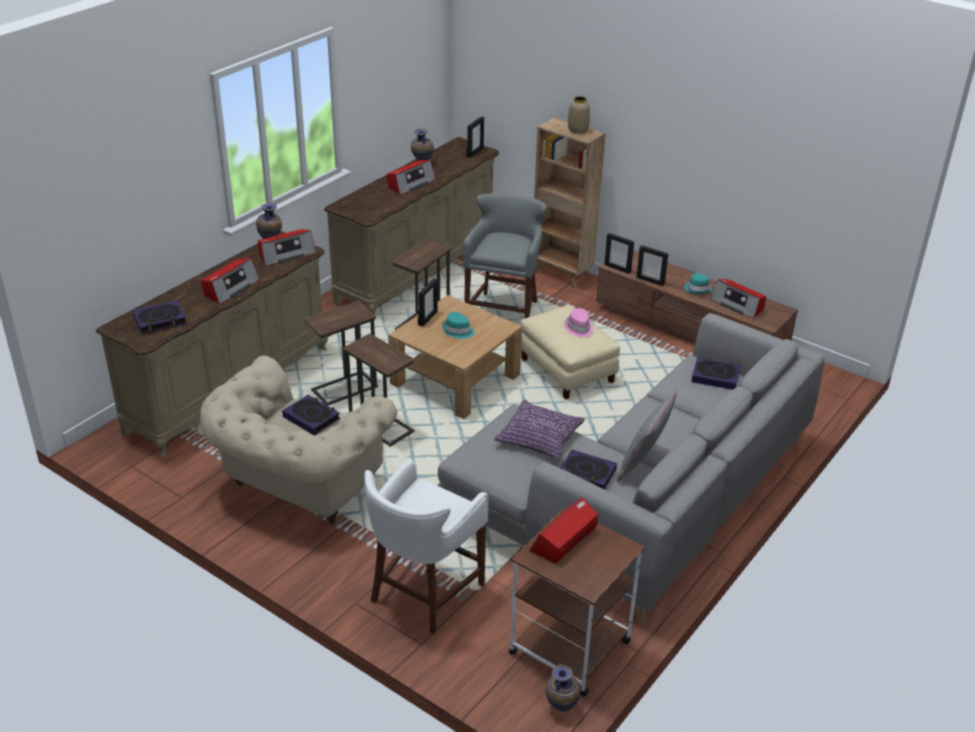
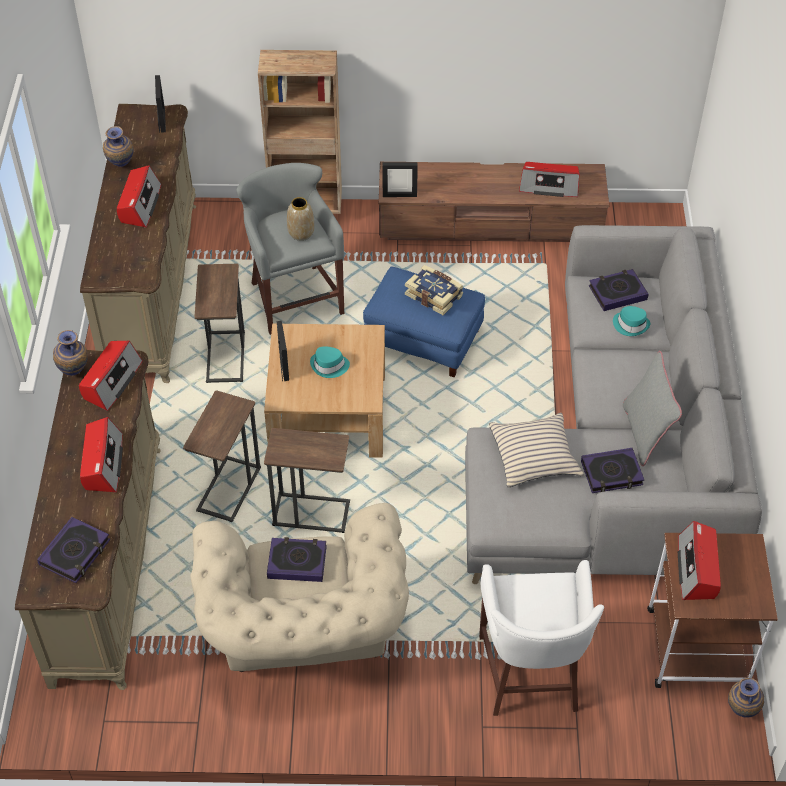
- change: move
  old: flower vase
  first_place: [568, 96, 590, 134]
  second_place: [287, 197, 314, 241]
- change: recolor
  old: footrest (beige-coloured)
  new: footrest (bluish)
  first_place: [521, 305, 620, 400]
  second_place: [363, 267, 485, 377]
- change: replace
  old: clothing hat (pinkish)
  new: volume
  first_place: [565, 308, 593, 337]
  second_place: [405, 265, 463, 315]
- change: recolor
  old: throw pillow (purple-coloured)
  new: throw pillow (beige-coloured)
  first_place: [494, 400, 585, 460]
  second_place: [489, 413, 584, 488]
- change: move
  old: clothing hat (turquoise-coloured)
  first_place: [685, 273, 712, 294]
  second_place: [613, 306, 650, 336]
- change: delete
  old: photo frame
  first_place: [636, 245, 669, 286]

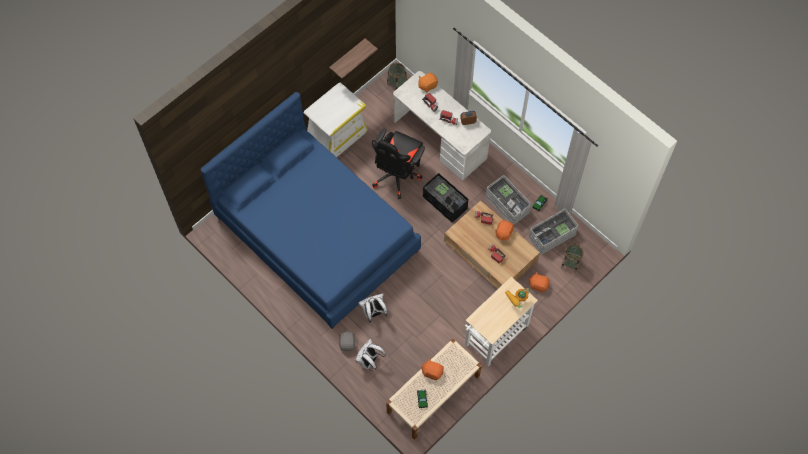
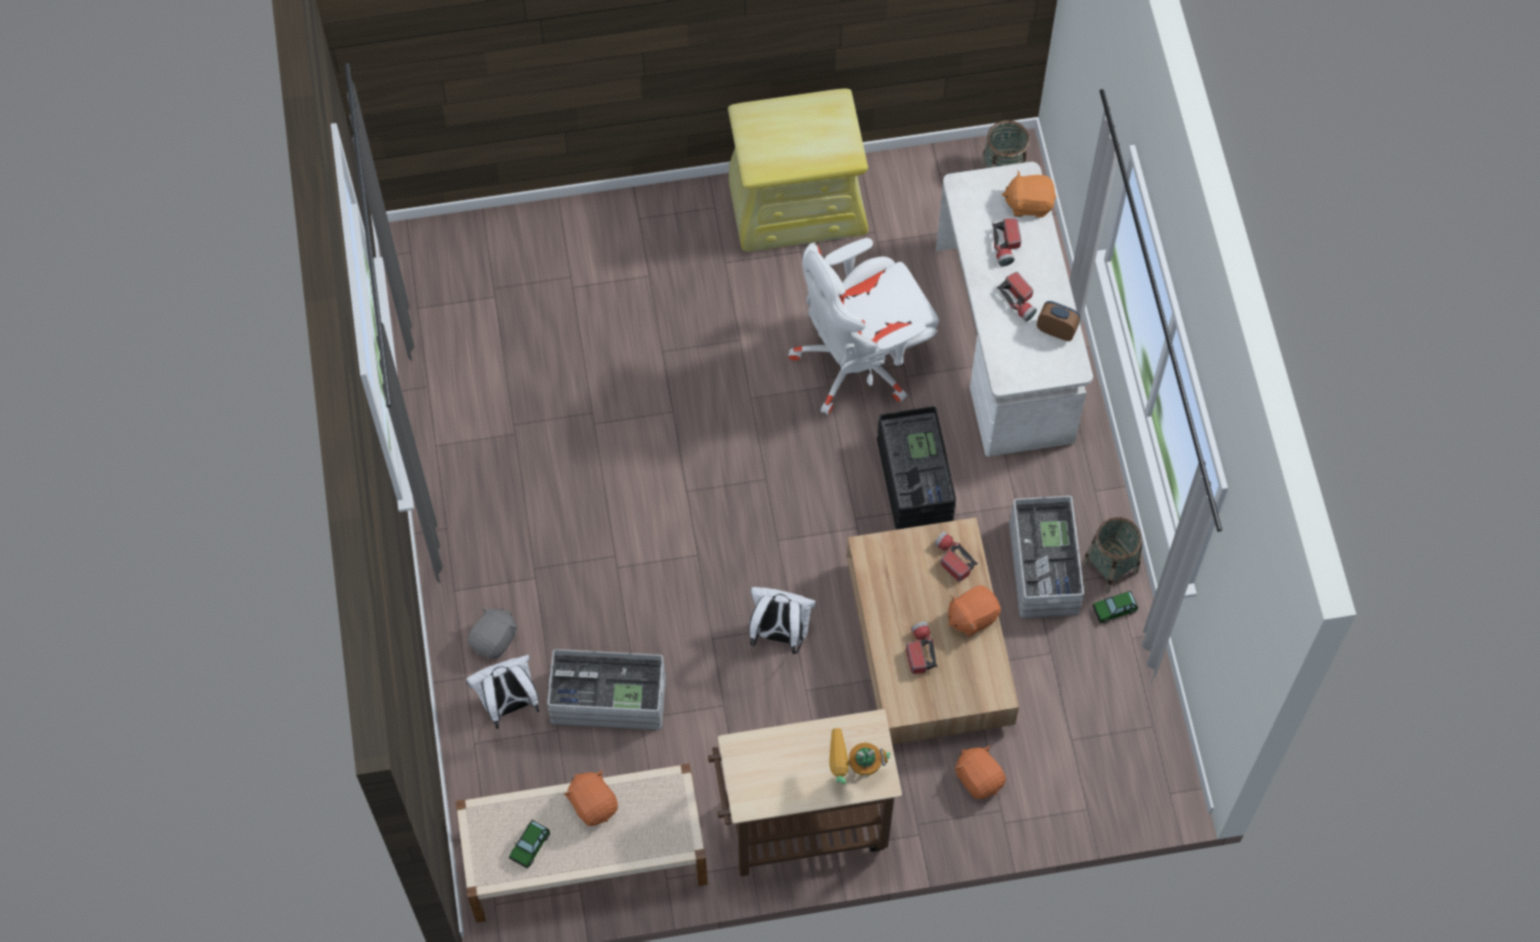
- change: move
  old: storage box (greyish)
  first_place: [528, 209, 578, 255]
  second_place: [547, 649, 666, 730]
- change: recolor
  old: wheeled cart (whitish)
  new: wheeled cart (brown-coloured)
  first_place: [465, 277, 538, 366]
  second_place: [708, 709, 902, 876]
- change: recolor
  old: bedside table (whitish)
  new: bedside table (yellow-coloured)
  first_place: [303, 83, 368, 157]
  second_place: [728, 88, 868, 252]
- change: move
  old: rucksack (whitish)
  first_place: [358, 294, 387, 323]
  second_place: [749, 587, 816, 654]
- change: recolor
  old: desk chair (black)
  new: desk chair (whitish)
  first_place: [372, 129, 425, 199]
  second_place: [788, 238, 939, 415]
- change: move
  old: storage basket
  first_place: [561, 244, 584, 273]
  second_place: [1082, 517, 1142, 593]
- change: delete
  old: bedroom bed (bluish)
  first_place: [201, 92, 421, 329]
- change: delete
  old: wall shelf
  first_place: [329, 38, 378, 79]

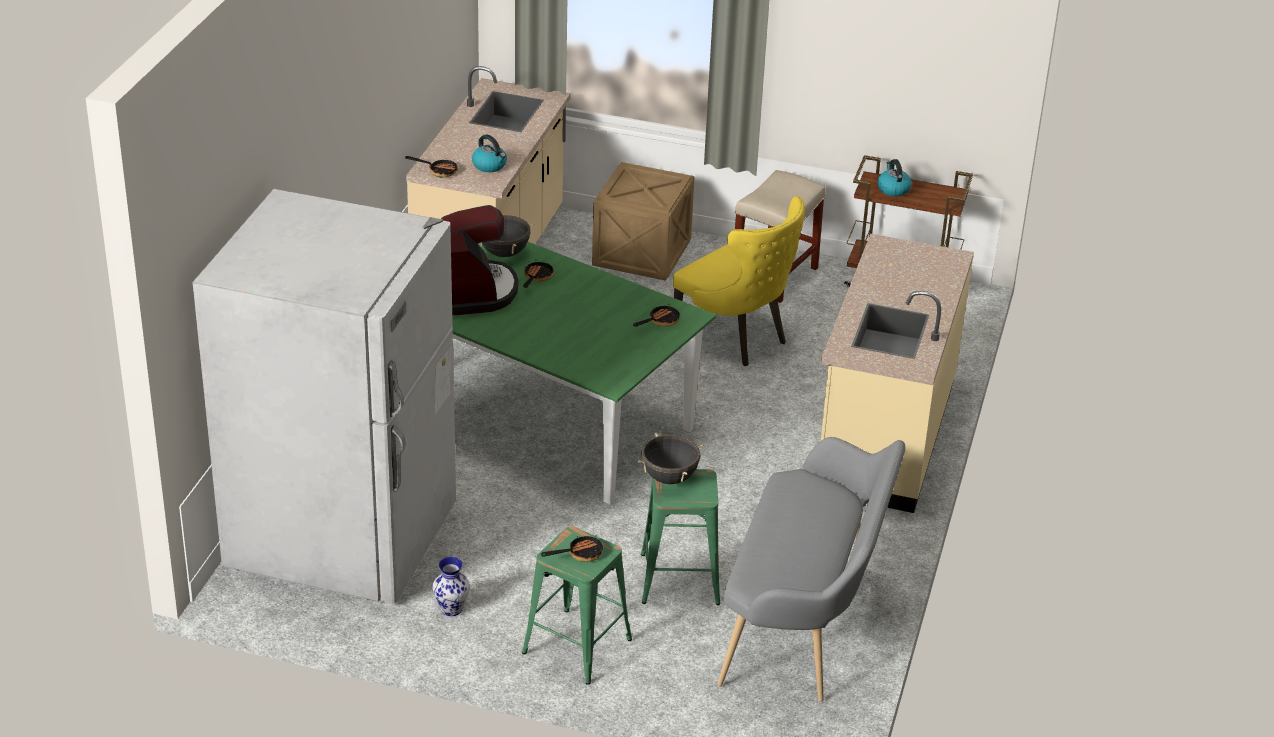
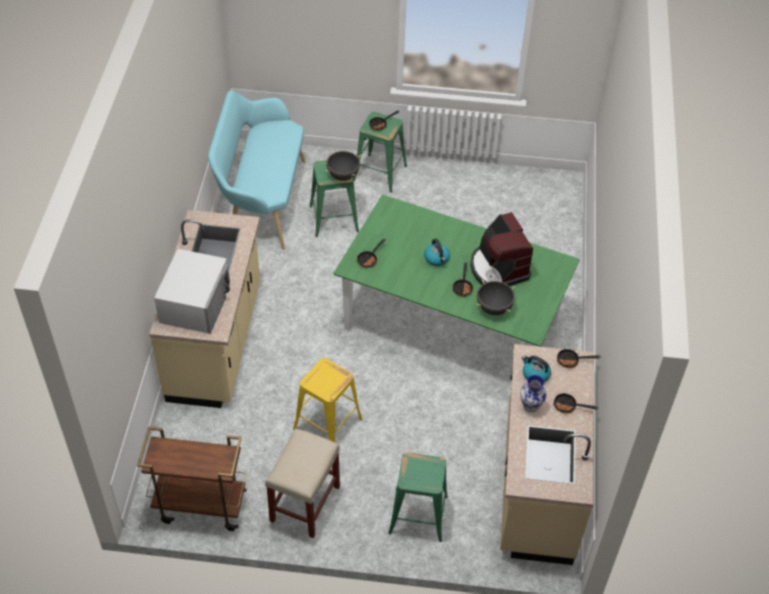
- change: insert
  new: microwave oven (whitish)
  second_place: [154, 249, 230, 334]
- change: recolor
  old: long seat (greyish)
  new: long seat (turquoise-coloured)
  first_place: [718, 437, 905, 701]
  second_place: [208, 90, 305, 250]
- change: replace
  old: chair (yellow-coloured)
  new: sitting stool (yellow-coloured)
  first_place: [673, 196, 805, 366]
  second_place: [293, 358, 362, 443]
- change: replace
  old: shipping crate
  new: sitting stool (greenish)
  first_place: [592, 162, 695, 281]
  second_place: [388, 453, 448, 542]
- change: move
  old: kettle
  first_place: [877, 159, 912, 196]
  second_place: [424, 239, 450, 266]
- change: move
  old: flower vase
  first_place: [432, 557, 470, 616]
  second_place: [520, 375, 547, 412]
- change: insert
  new: frying pan
  second_place: [553, 393, 598, 414]
- change: delete
  old: kitchen fridge (whitish)
  first_place: [193, 189, 456, 604]

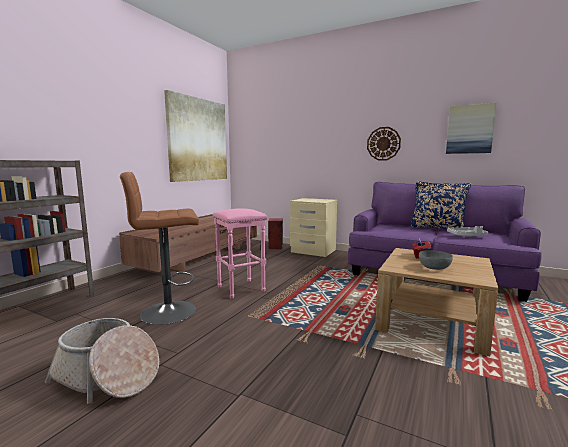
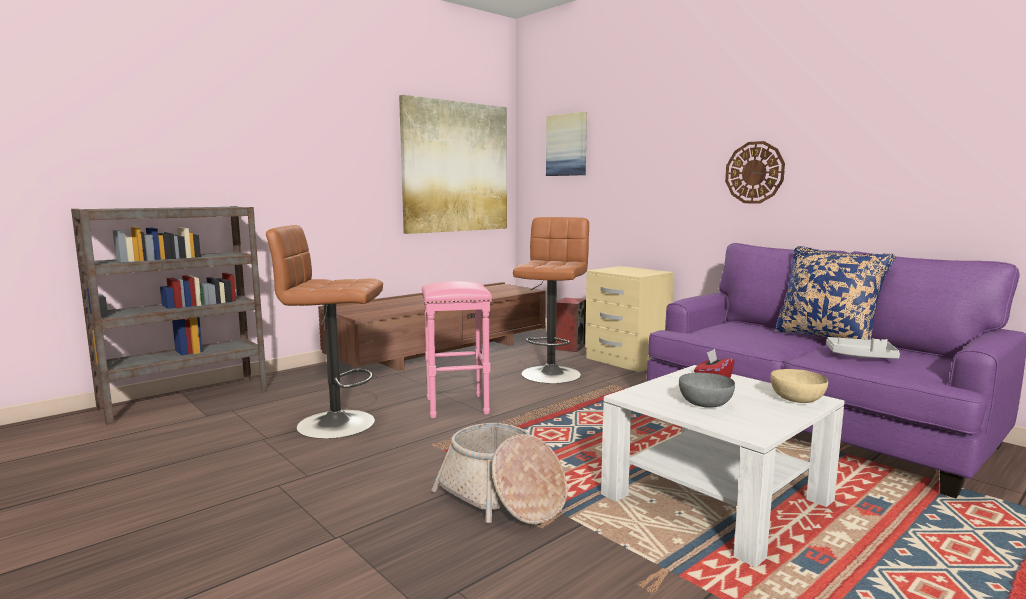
- change: move
  old: storage basket
  first_place: [45, 318, 159, 404]
  second_place: [432, 423, 568, 525]
- change: insert
  new: sitting stool (brown-coloured)
  second_place: [513, 217, 589, 384]
- change: move
  old: wall art
  first_place: [446, 103, 496, 154]
  second_place: [546, 112, 587, 176]
- change: recolor
  old: lounge table (brown-coloured)
  new: lounge table (whitish)
  first_place: [375, 248, 498, 356]
  second_place: [601, 365, 845, 567]
- change: insert
  new: serving bowl (beige-coloured)
  second_place: [771, 369, 828, 403]

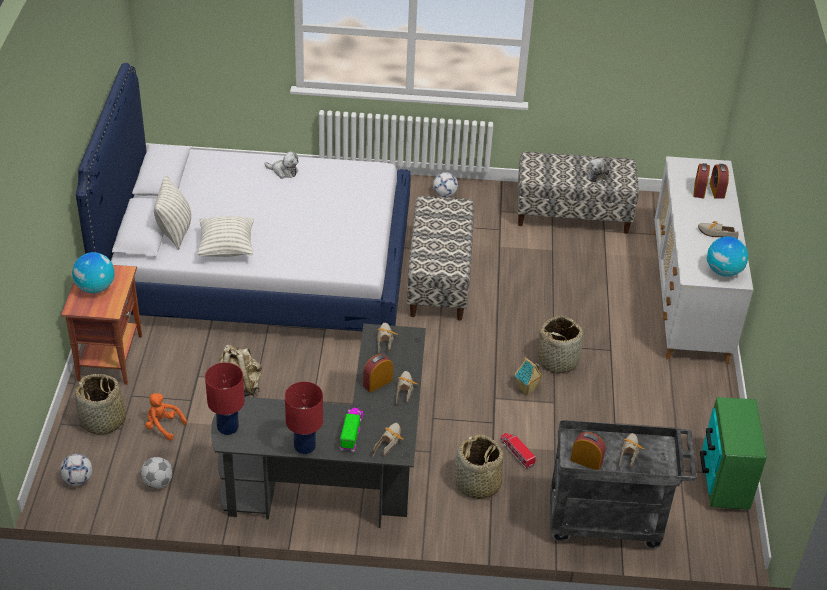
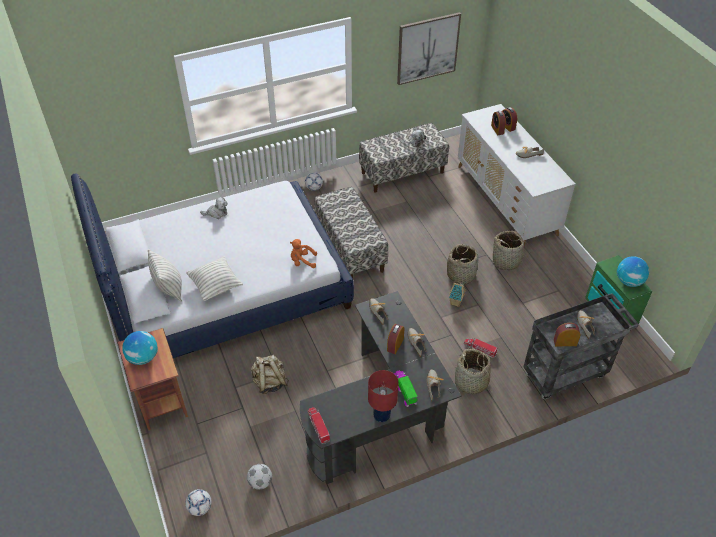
- change: move
  old: plush toy (orange-coloured)
  first_place: [145, 393, 187, 440]
  second_place: [290, 239, 317, 268]
- change: replace
  old: lamp for a table (red-coloured)
  new: toy truck
  first_place: [205, 363, 245, 435]
  second_place: [308, 407, 330, 444]
- change: insert
  new: wall art
  second_place: [397, 12, 461, 85]
- change: move
  old: storage basket
  first_place: [75, 374, 130, 435]
  second_place: [489, 231, 527, 270]
- change: move
  old: globe
  first_place: [707, 236, 748, 277]
  second_place: [617, 256, 649, 287]

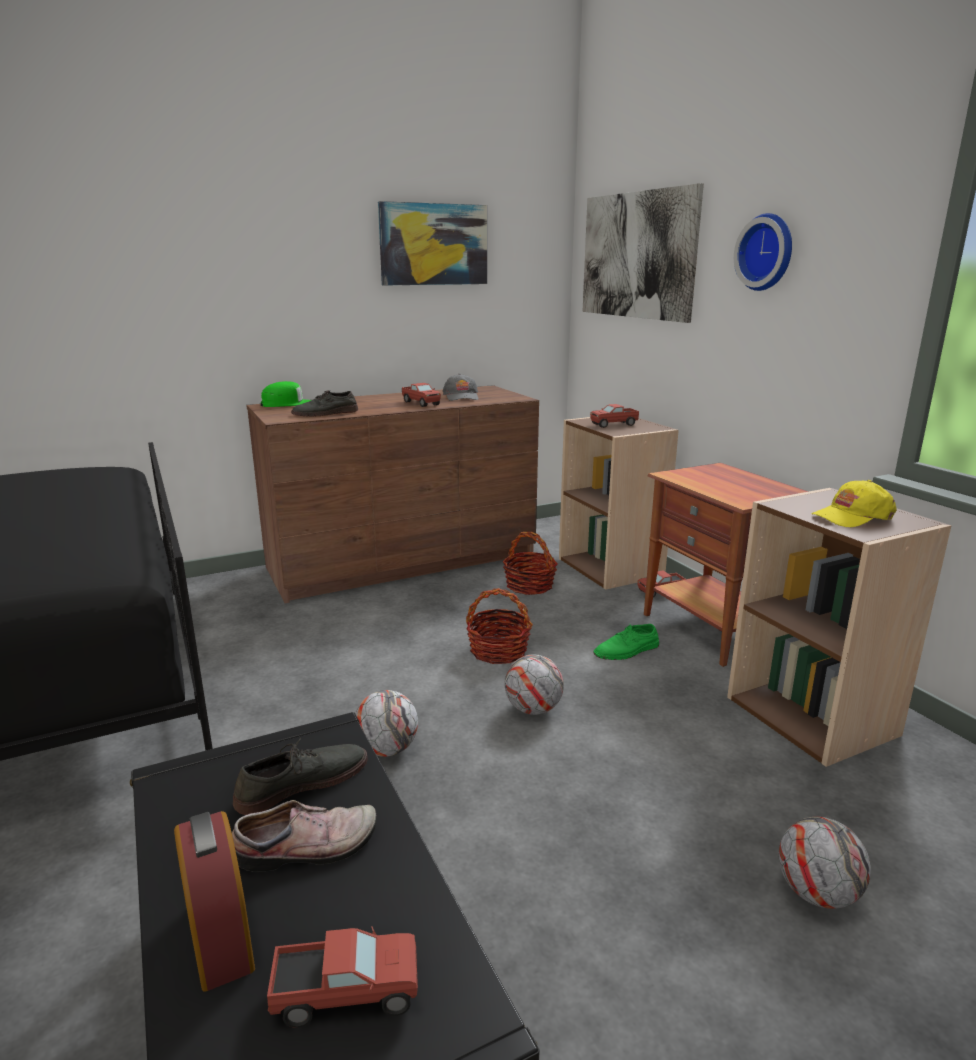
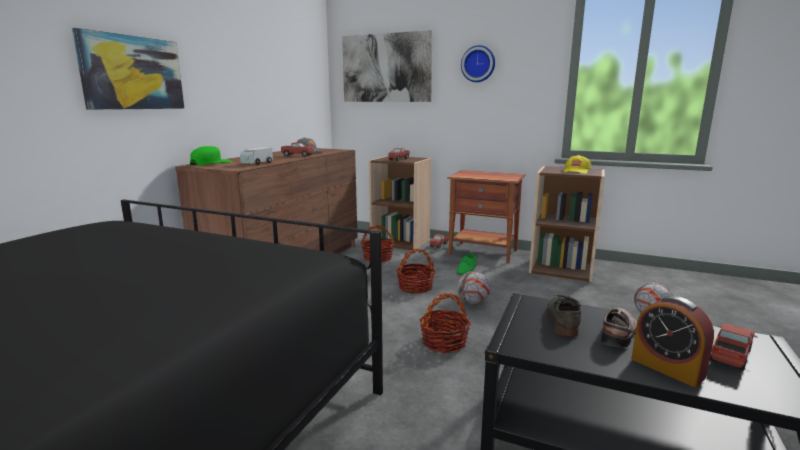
- change: move
  old: wall art
  first_place: [378, 201, 487, 285]
  second_place: [72, 28, 184, 110]
- change: replace
  old: item of footwear (greyish)
  new: toy truck
  first_place: [291, 390, 358, 416]
  second_place: [240, 147, 273, 165]
- change: replace
  old: ball for football
  new: storage basket
  first_place: [355, 690, 418, 757]
  second_place: [419, 293, 471, 353]
- change: rotate
  old: table clock
  first_place: [174, 811, 255, 992]
  second_place: [632, 296, 714, 387]
  degrees: -150

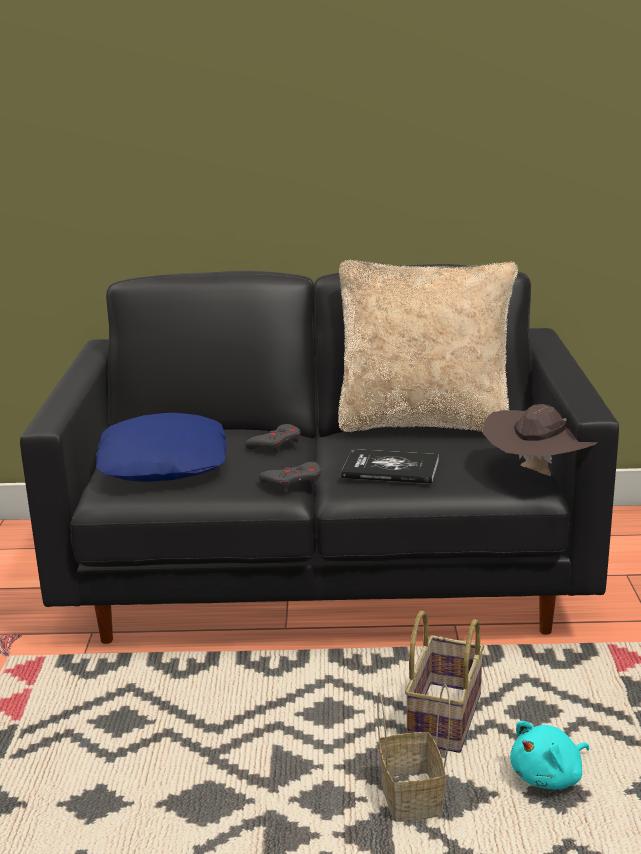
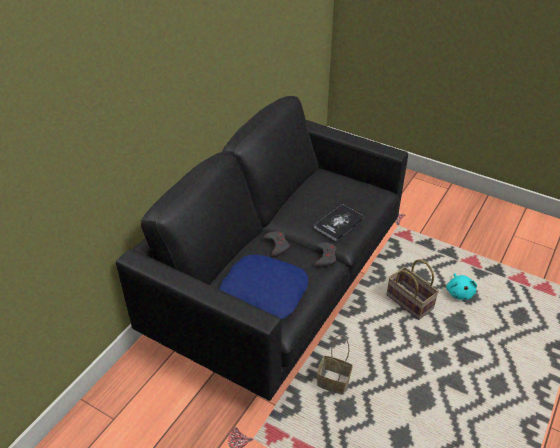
- change: move
  old: storage basket
  first_place: [377, 684, 450, 822]
  second_place: [317, 335, 353, 395]
- change: delete
  old: throw pillow (beige-coloured)
  first_place: [338, 260, 518, 432]
- change: delete
  old: clothing hat (brown-coloured)
  first_place: [482, 404, 598, 476]

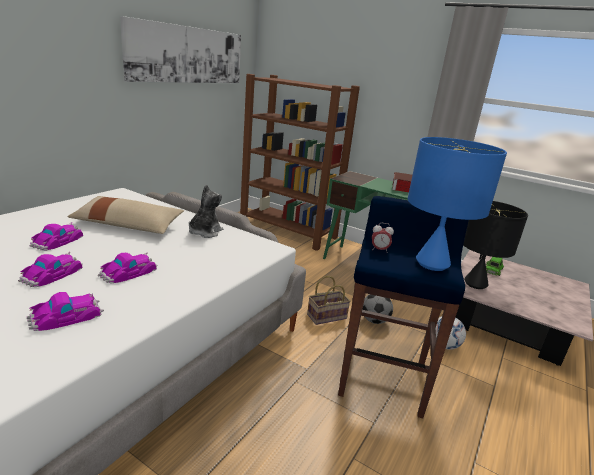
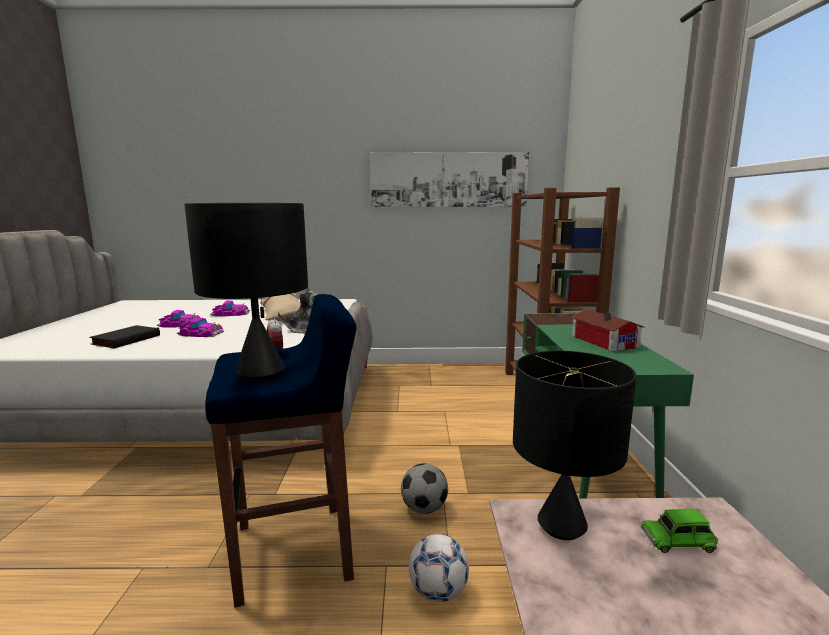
- change: replace
  old: miniature car
  new: volume (black)
  first_place: [27, 292, 104, 331]
  second_place: [89, 325, 160, 348]
- change: recolor
  old: lamp for a table (bluish)
  new: lamp for a table (black)
  first_place: [408, 137, 507, 271]
  second_place: [184, 203, 308, 382]
- change: delete
  old: storage basket
  first_place: [307, 276, 350, 325]

